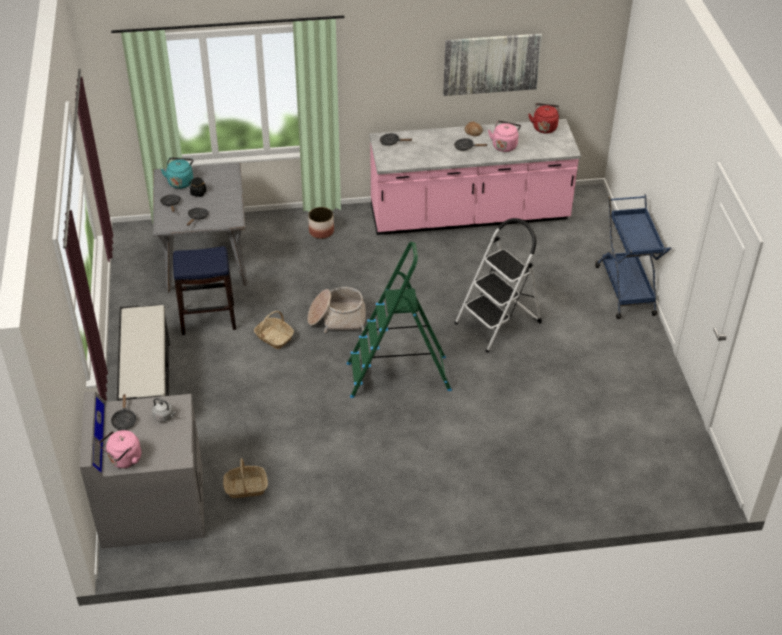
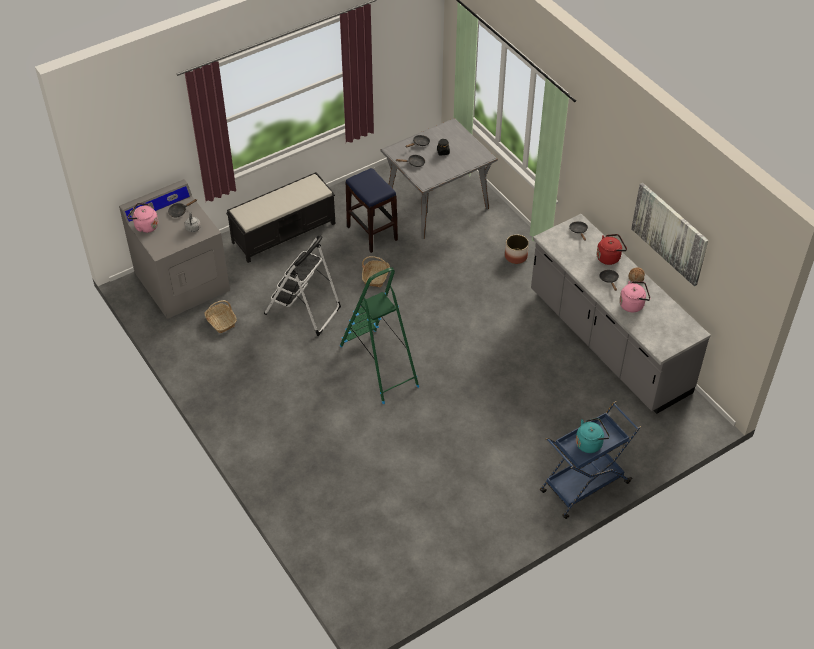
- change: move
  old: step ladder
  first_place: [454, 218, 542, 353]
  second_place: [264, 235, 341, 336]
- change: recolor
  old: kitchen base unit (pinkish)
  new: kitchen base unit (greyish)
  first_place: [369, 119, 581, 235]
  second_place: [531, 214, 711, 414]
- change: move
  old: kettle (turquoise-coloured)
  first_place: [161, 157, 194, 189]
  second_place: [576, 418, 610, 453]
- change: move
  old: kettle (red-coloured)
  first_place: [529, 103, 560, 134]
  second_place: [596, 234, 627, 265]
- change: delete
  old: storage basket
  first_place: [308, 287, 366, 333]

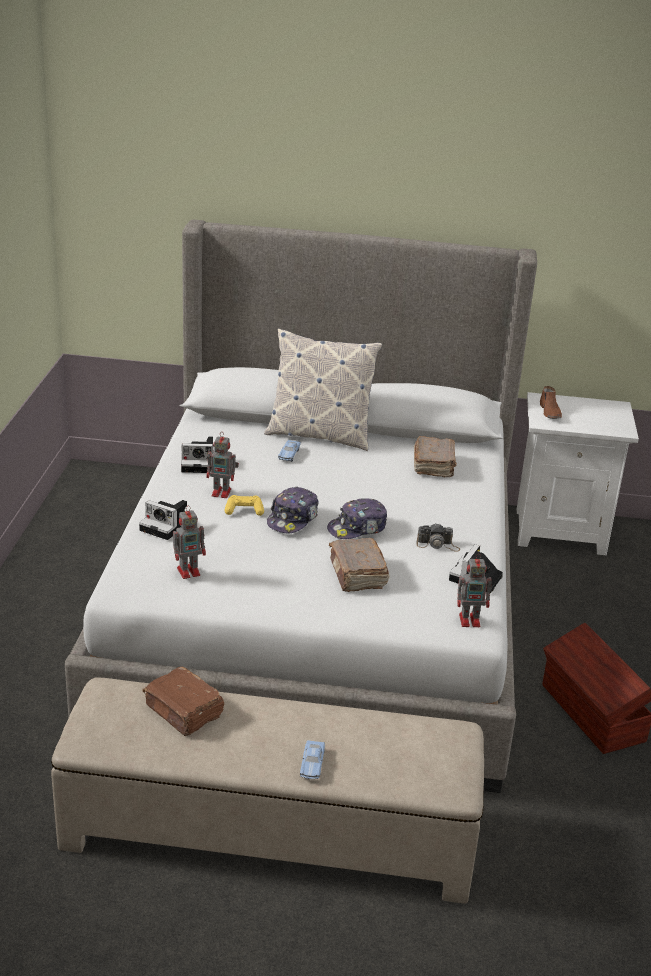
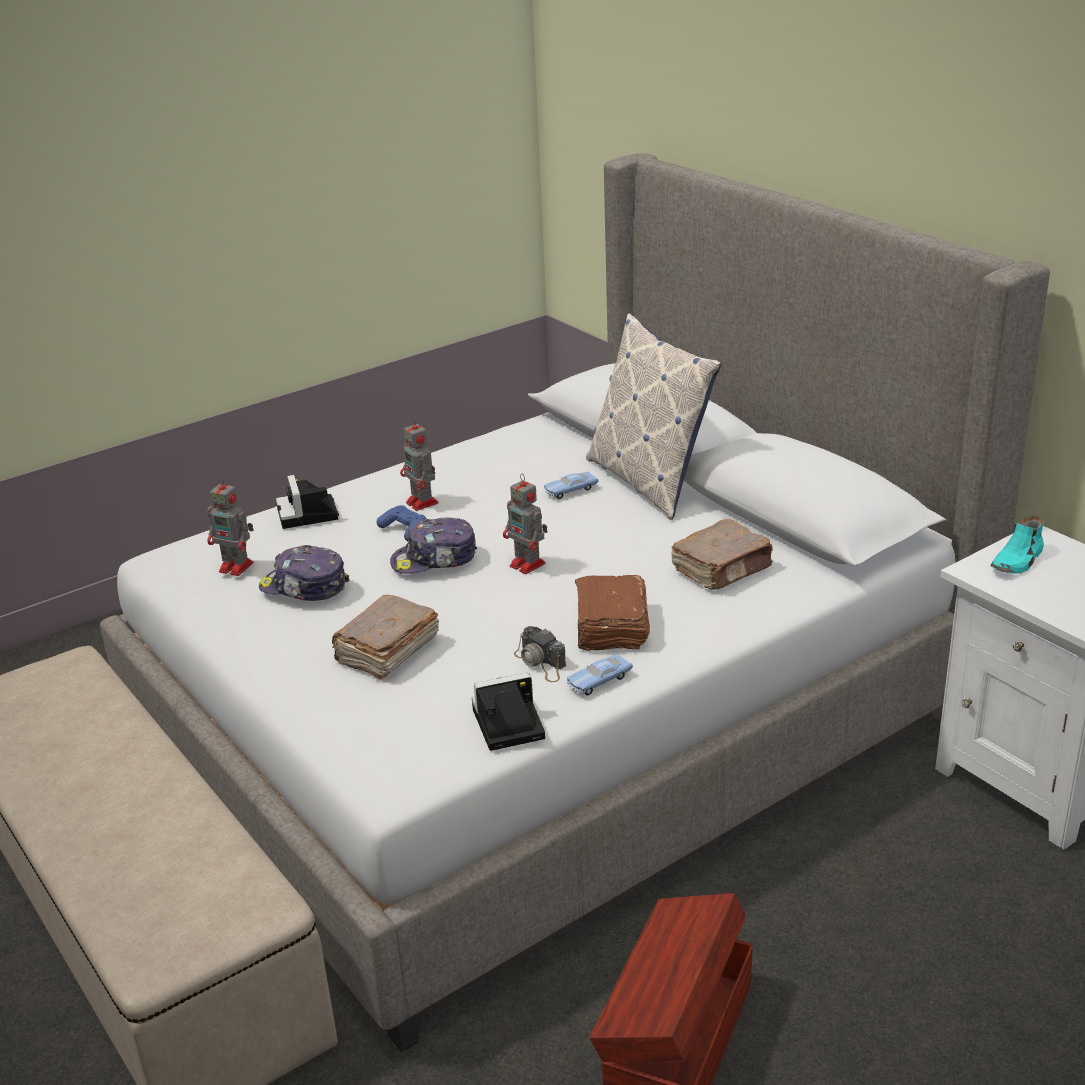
- change: move
  old: cap
  first_place: [327, 498, 387, 539]
  second_place: [258, 545, 350, 601]
- change: recolor
  old: joypad (yellow-coloured)
  new: joypad (bluish)
  first_place: [225, 495, 264, 516]
  second_place: [376, 505, 427, 541]
- change: move
  old: toy robot
  first_place: [457, 554, 492, 627]
  second_place: [503, 474, 547, 574]
- change: move
  old: miniature car (bluish)
  first_place: [300, 740, 325, 779]
  second_place: [567, 654, 633, 695]
- change: move
  old: volume (brown-coloured)
  first_place: [143, 667, 224, 736]
  second_place: [575, 575, 650, 651]
- change: recolor
  old: item of footwear (brown-coloured)
  new: item of footwear (turquoise-coloured)
  first_place: [540, 386, 562, 419]
  second_place: [990, 516, 1044, 574]
- change: delete
  old: still camera
  first_place: [181, 436, 214, 473]

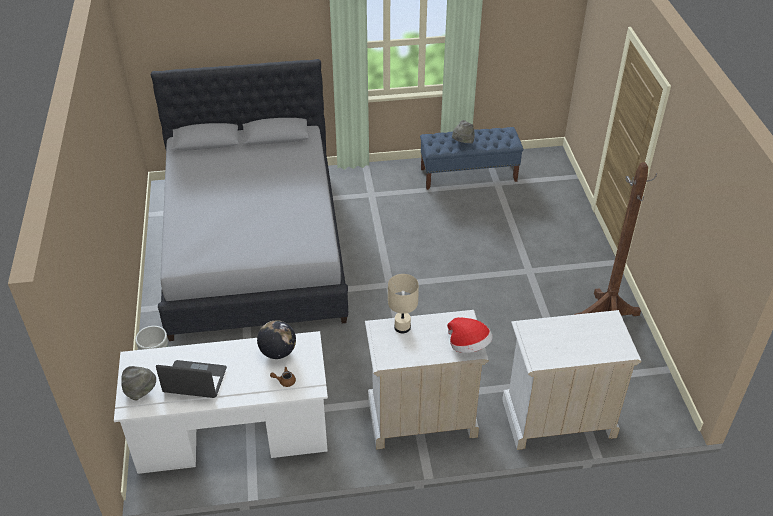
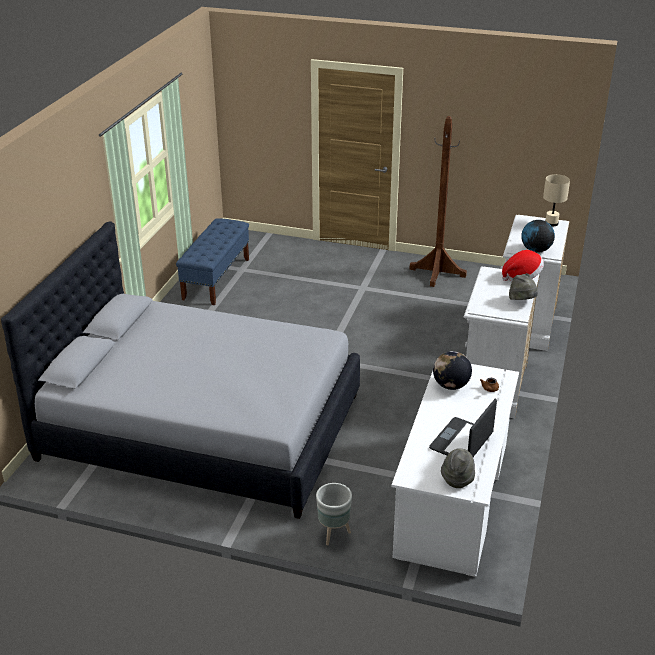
- change: move
  old: clothing hat (greyish)
  first_place: [452, 120, 475, 144]
  second_place: [509, 273, 538, 300]
- change: insert
  new: globe
  second_place: [521, 220, 555, 252]
- change: move
  old: lamp for a table (beige-coloured)
  first_place: [388, 274, 419, 333]
  second_place: [543, 174, 570, 227]

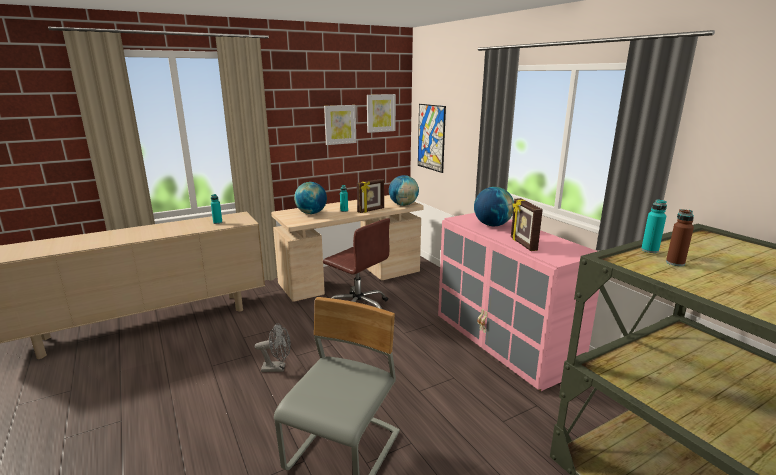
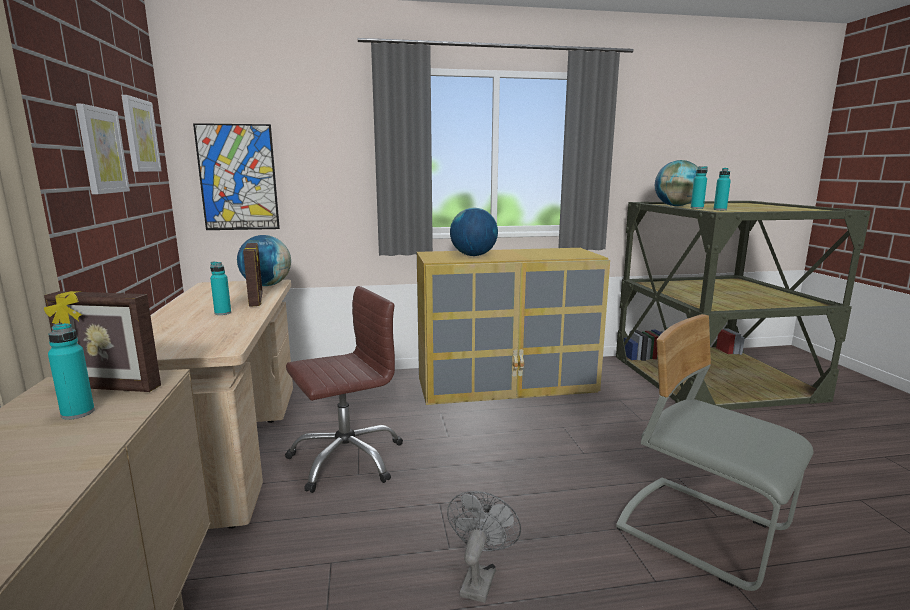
- change: move
  old: photo frame
  first_place: [511, 198, 543, 251]
  second_place: [44, 291, 161, 392]
- change: recolor
  old: cabinet (pinkish)
  new: cabinet (yellow-coloured)
  first_place: [438, 213, 599, 391]
  second_place: [417, 248, 610, 405]
- change: move
  old: globe
  first_place: [294, 182, 327, 214]
  second_place: [655, 160, 698, 206]
- change: recolor
  old: beverage bottle (brown-coloured)
  new: beverage bottle (turquoise-coloured)
  first_place: [666, 209, 694, 266]
  second_place: [713, 168, 731, 210]

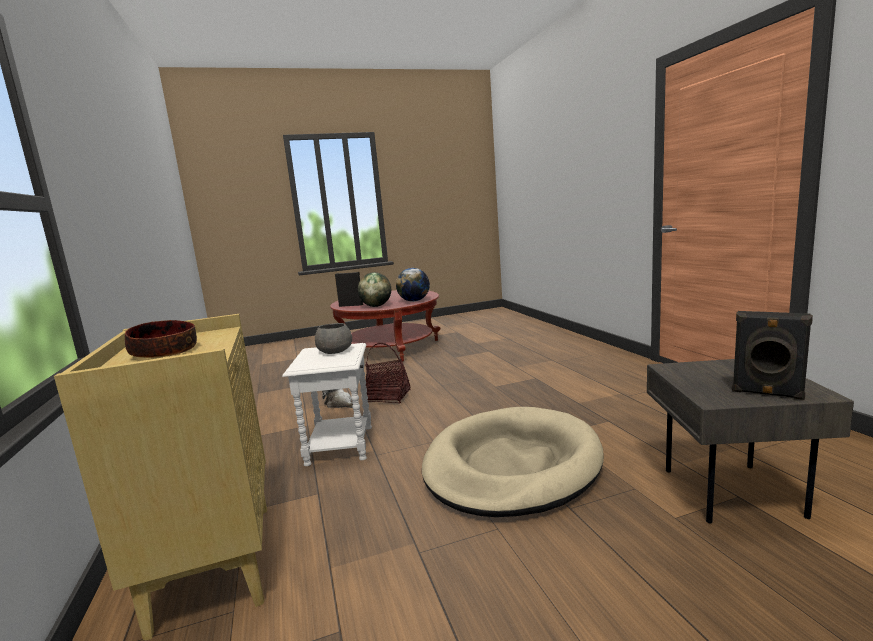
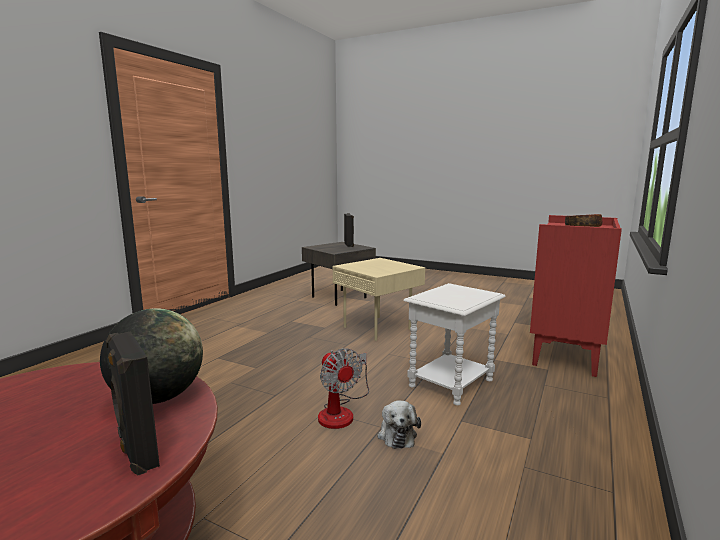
- change: replace
  old: storage basket
  new: cooling fan
  first_place: [365, 343, 411, 404]
  second_place: [318, 348, 369, 429]
- change: replace
  old: dog cushion (beige-coloured)
  new: accent table (beige-coloured)
  first_place: [422, 407, 604, 517]
  second_place: [333, 258, 425, 341]
- change: recolor
  old: cabinet (beige-coloured)
  new: cabinet (red-coloured)
  first_place: [54, 314, 267, 640]
  second_place: [530, 215, 622, 377]
- change: delete
  old: serving bowl (greyish)
  first_place: [315, 323, 352, 354]
- change: delete
  old: globe
  first_place: [396, 268, 430, 302]

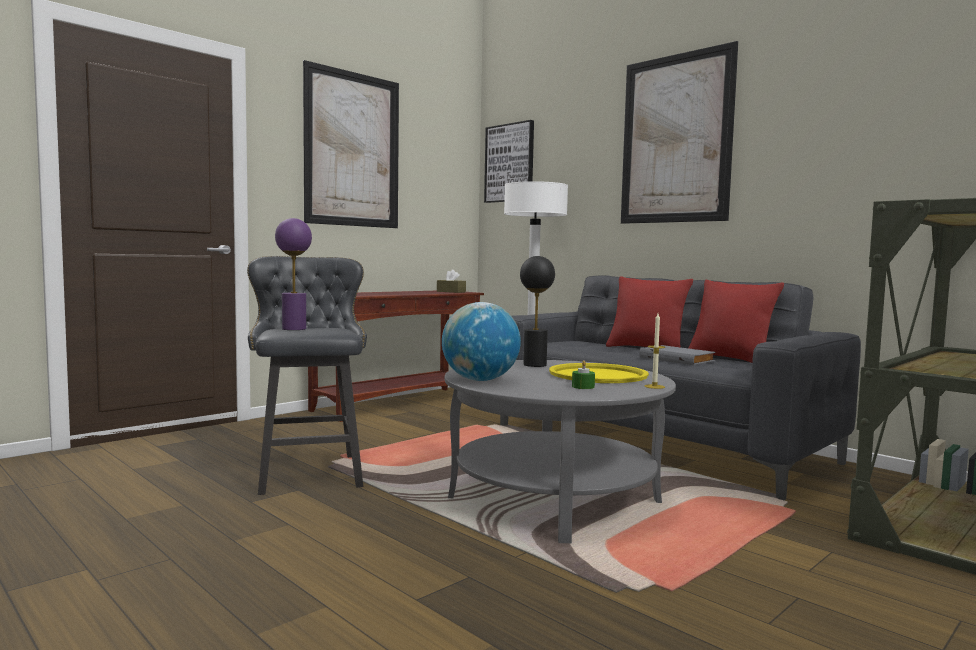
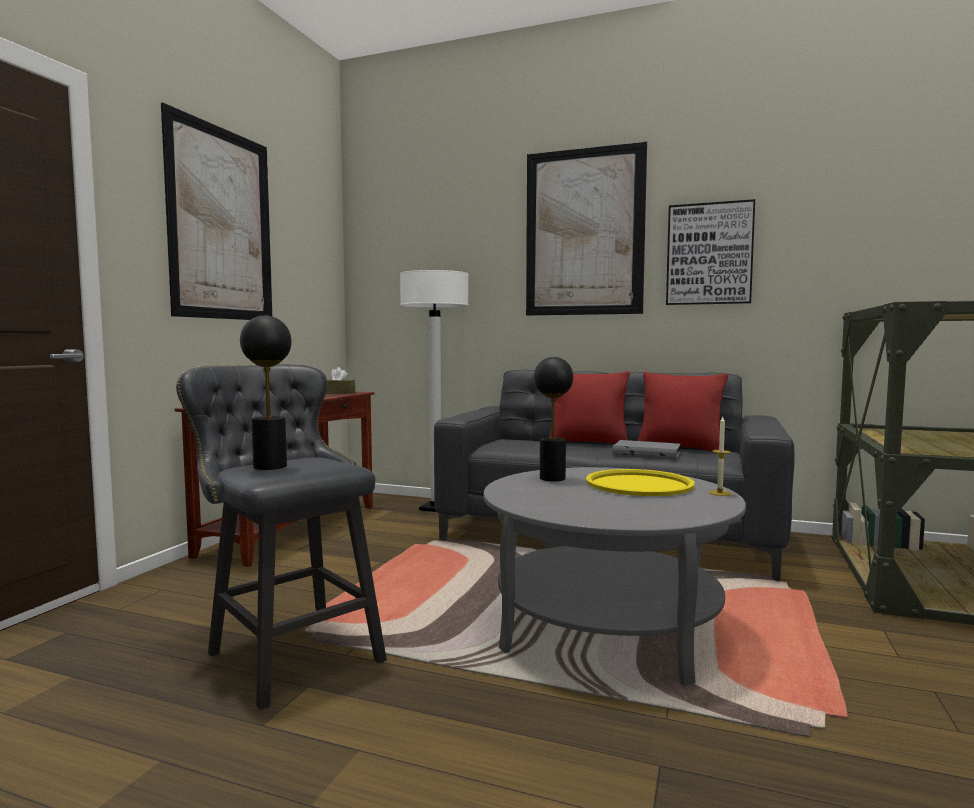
- change: recolor
  old: lamp for a table (purple-coloured)
  new: lamp for a table (black)
  first_place: [275, 218, 312, 330]
  second_place: [240, 315, 292, 470]
- change: move
  old: wall art
  first_place: [484, 120, 534, 203]
  second_place: [666, 199, 755, 305]
- change: delete
  old: globe
  first_place: [442, 302, 521, 381]
- change: delete
  old: wax light (greenish)
  first_place: [572, 360, 595, 389]

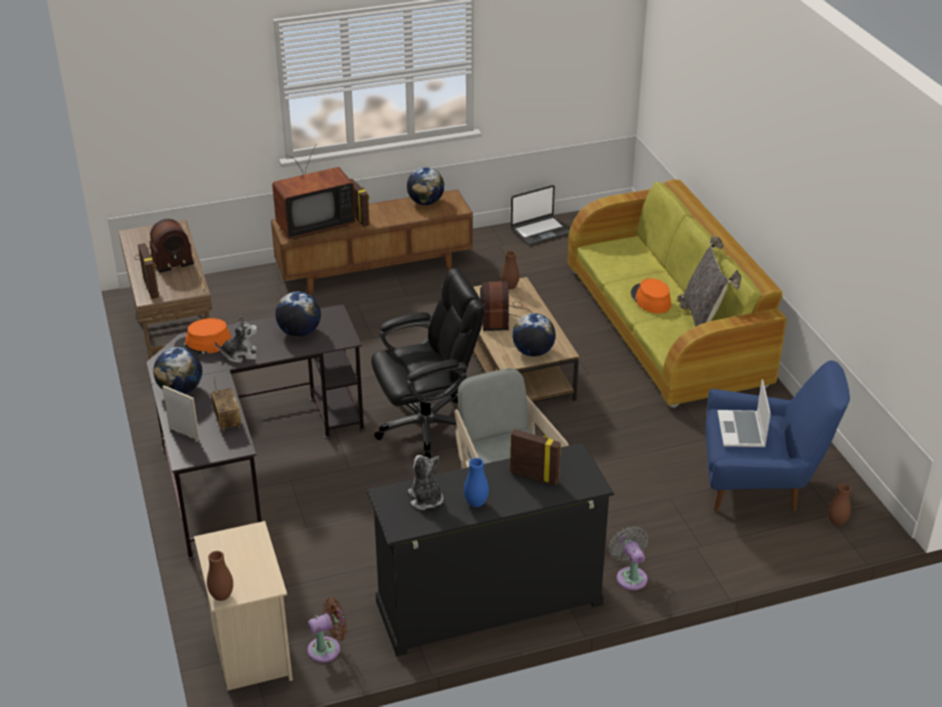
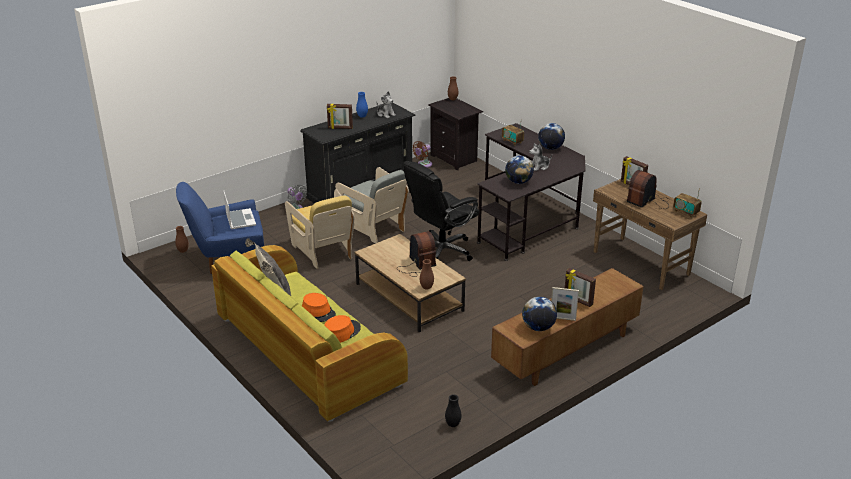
- change: insert
  new: lounge chair (yellow-coloured)
  second_place: [285, 189, 354, 269]
- change: move
  old: clothing hat (orange-coloured)
  first_place: [174, 318, 231, 356]
  second_place: [325, 315, 361, 343]
- change: recolor
  old: bedside table (beige-coloured)
  new: bedside table (black)
  first_place: [194, 521, 293, 691]
  second_place: [428, 98, 483, 170]
- change: replace
  old: laptop
  new: flower vase (black)
  first_place: [511, 185, 570, 245]
  second_place: [445, 394, 461, 427]
- change: move
  old: photo frame
  first_place: [162, 386, 200, 441]
  second_place: [551, 287, 579, 321]
- change: insert
  new: radio set
  second_place: [673, 188, 702, 218]
- change: delete
  old: TV set
  first_place: [272, 145, 356, 239]
- change: delete
  old: globe
  first_place: [512, 313, 556, 357]

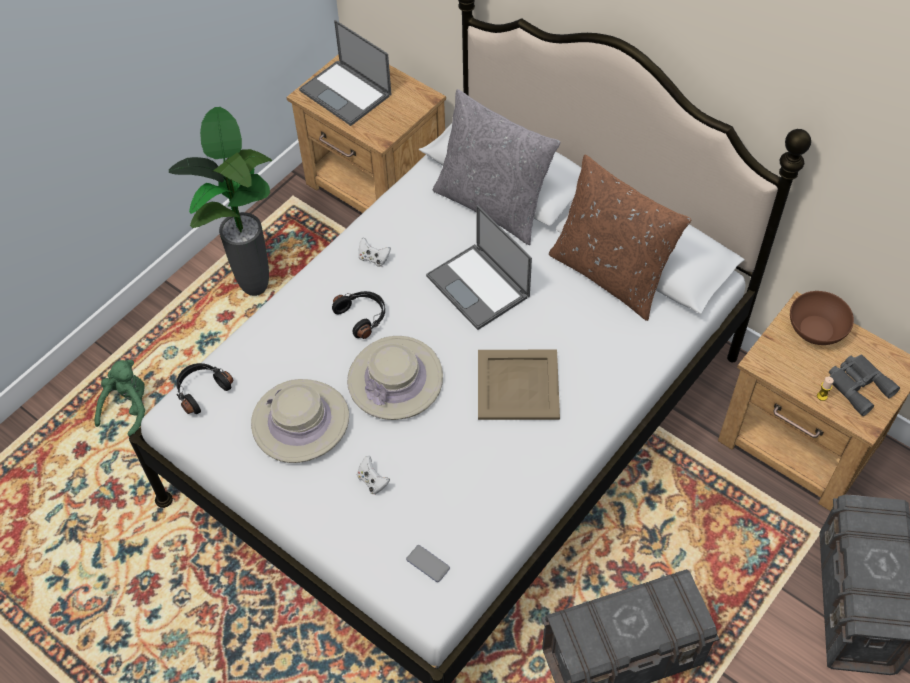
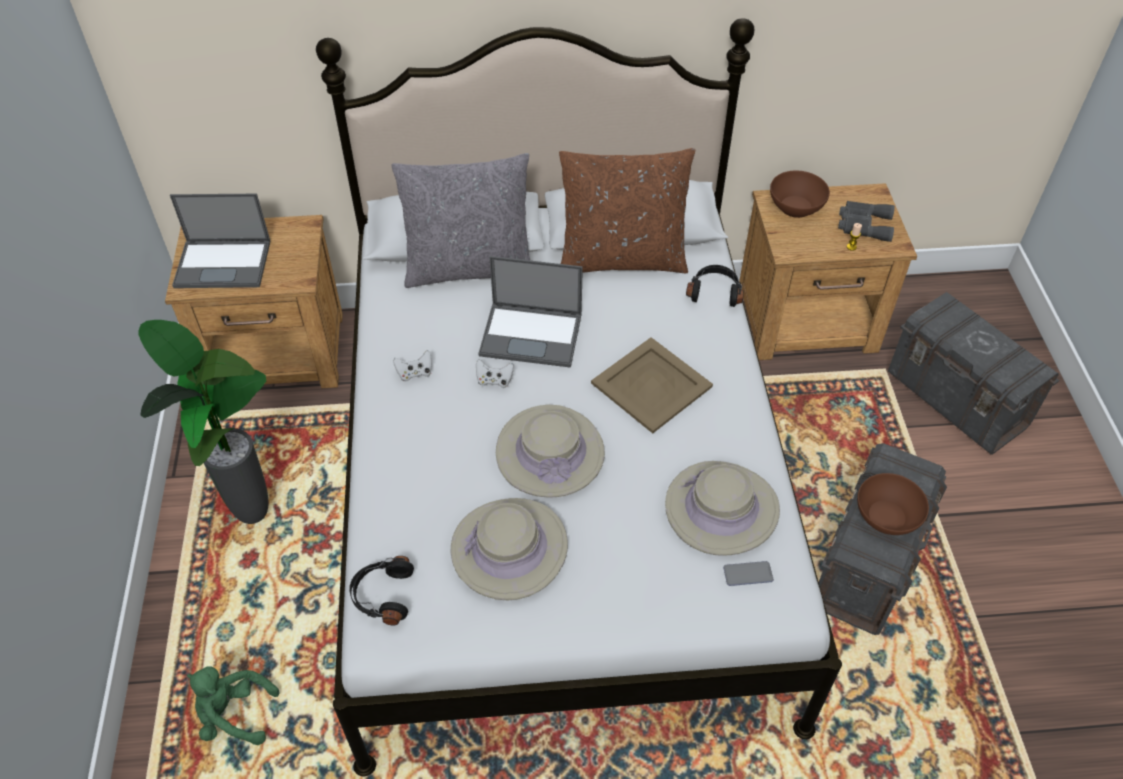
- change: rotate
  old: plush toy (greenish)
  first_place: [94, 360, 145, 437]
  second_place: [187, 666, 280, 745]
  degrees: -60
- change: move
  old: joypad (whitish)
  first_place: [357, 456, 390, 495]
  second_place: [476, 359, 514, 388]
- change: insert
  new: clothing hat (beige-coloured)
  second_place: [665, 461, 780, 556]
- change: move
  old: headset (black)
  first_place: [332, 291, 385, 339]
  second_place: [686, 265, 744, 307]
- change: insert
  new: serving bowl (brown-coloured)
  second_place: [857, 473, 929, 535]

